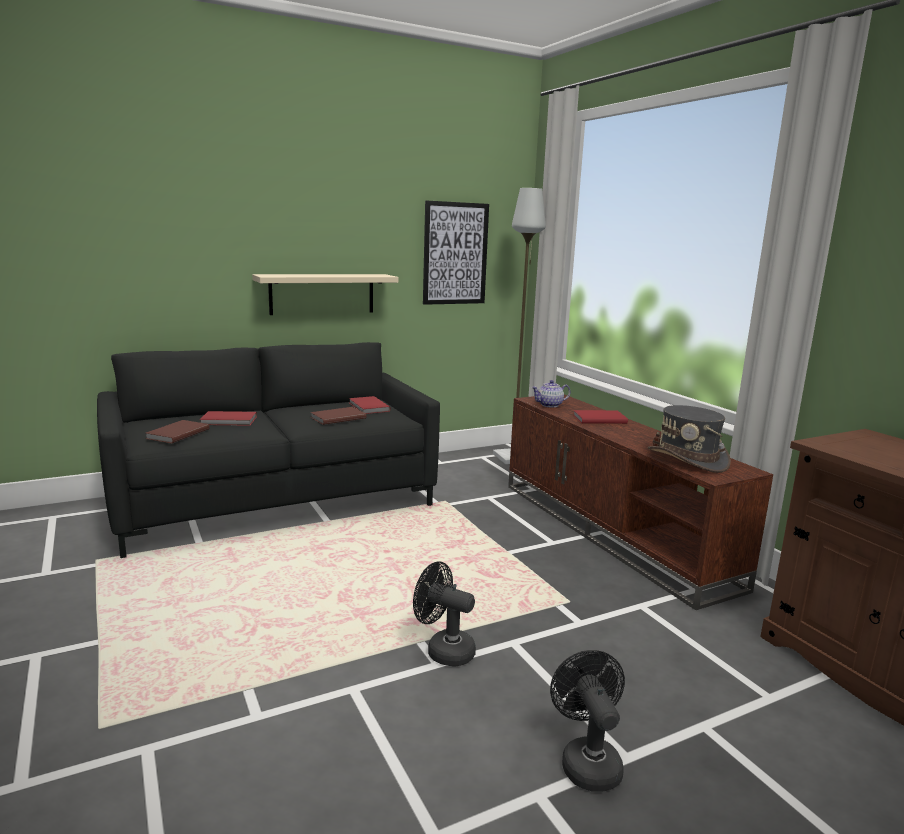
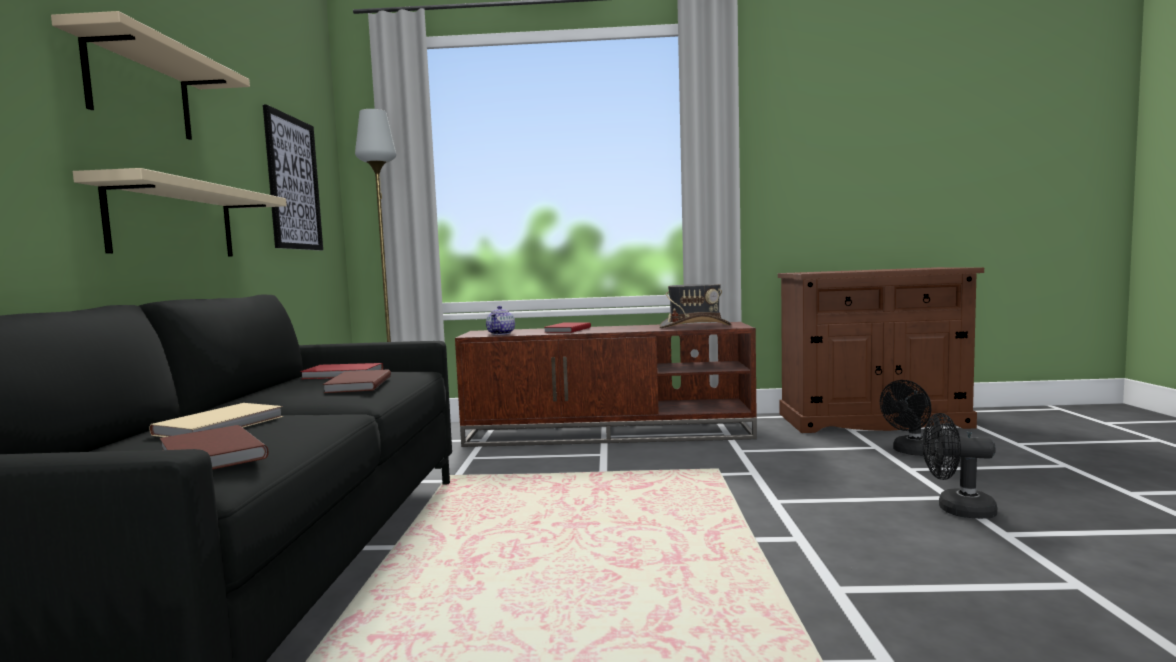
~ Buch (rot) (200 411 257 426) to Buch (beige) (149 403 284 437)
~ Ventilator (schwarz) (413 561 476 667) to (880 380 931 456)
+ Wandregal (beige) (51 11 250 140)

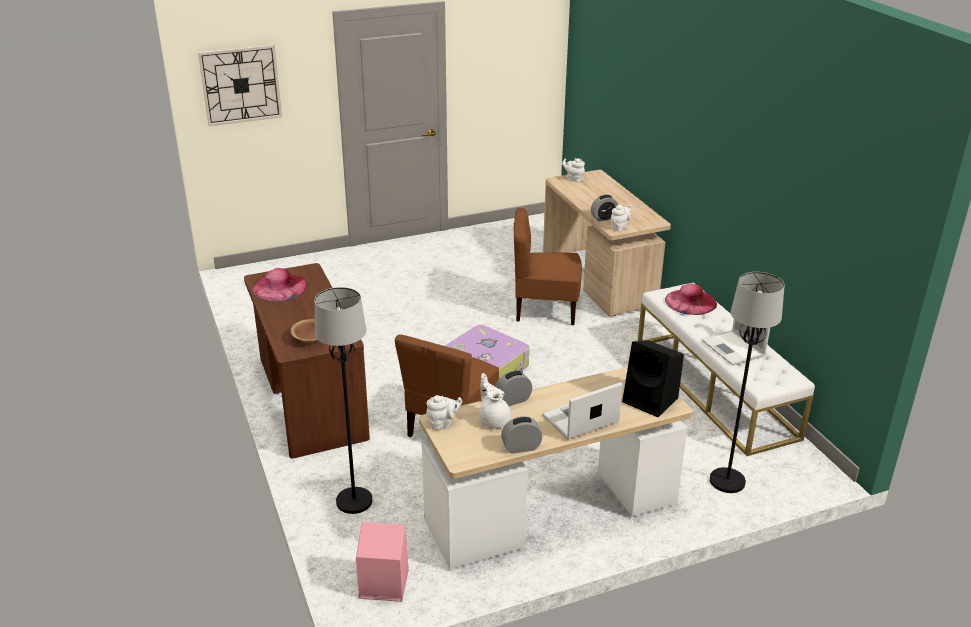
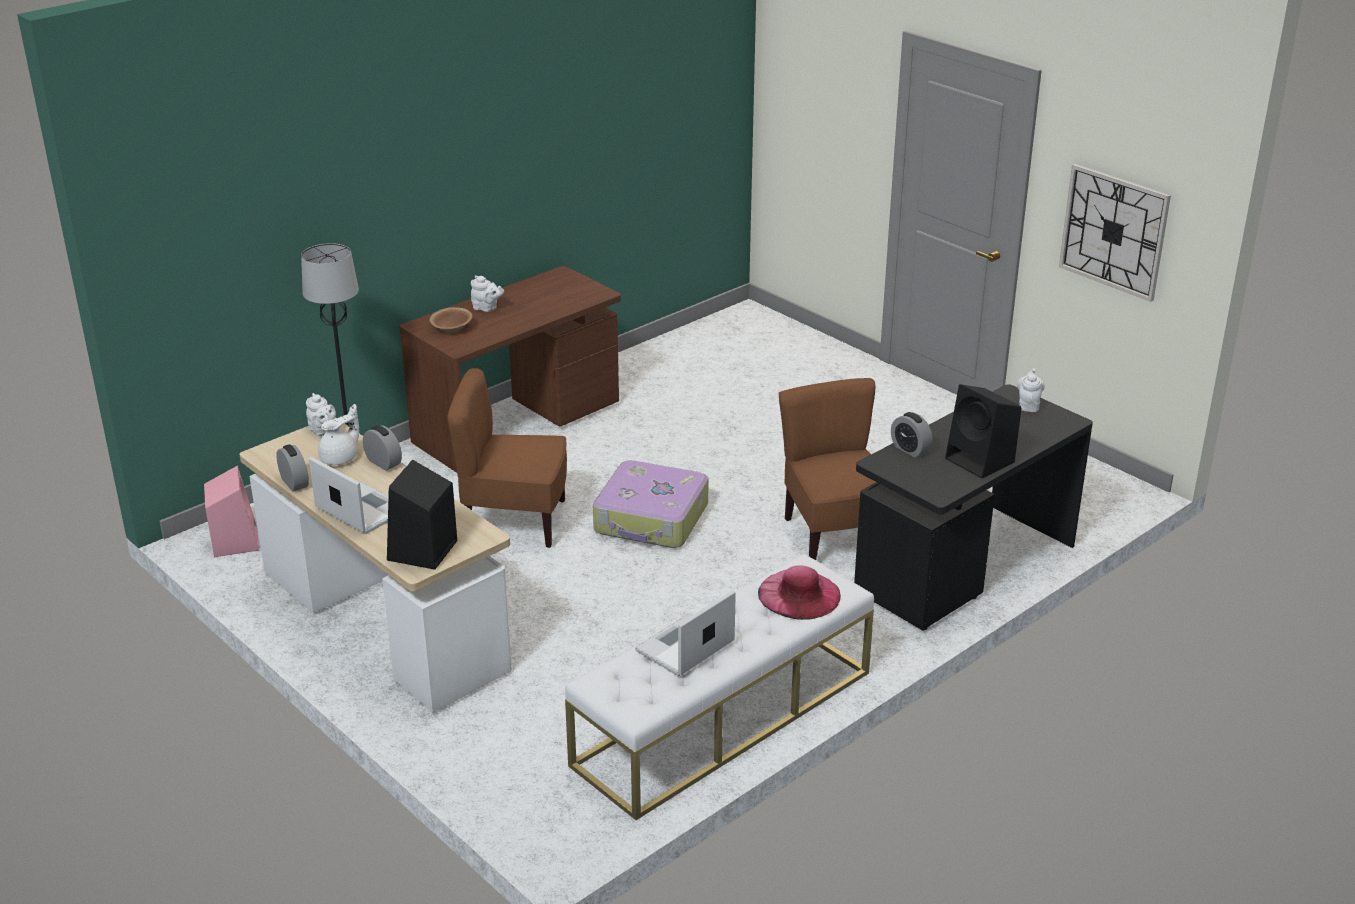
~ Wanduhr (198 45 282 126) to (1059 164 1171 302)
- Hut (rosa) (253 268 307 301)
~ Schreibtisch (beige) (543 170 671 316) to Schreibtisch (schwarz) (854 384 1093 630)
~ Teekanne (weiß) (611 204 631 231) to (471 275 504 312)
- Stehlampe (schwarz) (710 272 785 493)
+ Lautsprecher (schwarz) (945 384 1021 478)

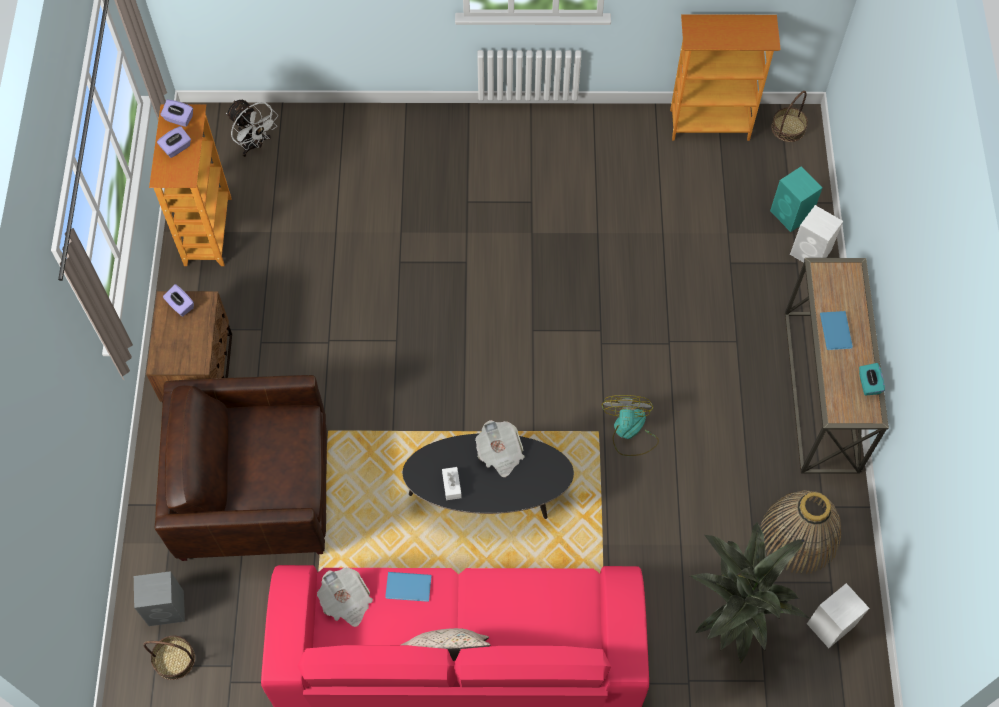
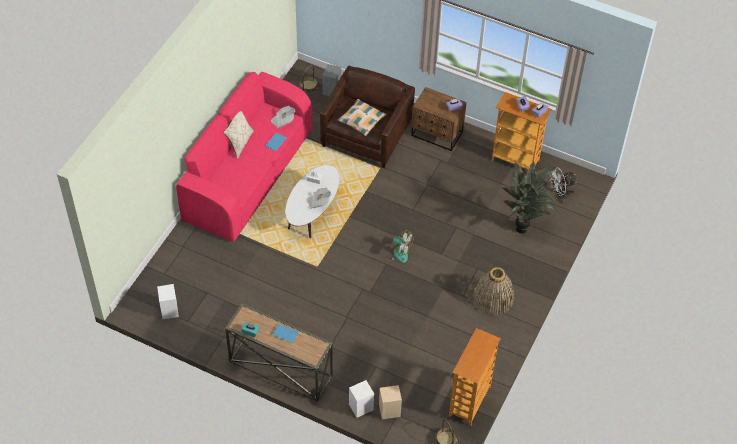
~ Couchtisch (schwarz) (403 433 574 519) to Couchtisch (weiß) (285 165 339 238)
~ Ventilator (602 395 659 456) to (383 230 413 263)
~ Topfpflanze (690 522 809 664) to (502 160 557 234)
~ Korb (760 490 841 574) to (473 267 514 315)
~ Lautsprecher (türkis) (770 166 822 232) to Lautsprecher (beige) (379 385 402 419)
+ Kissen (337 99 387 136)

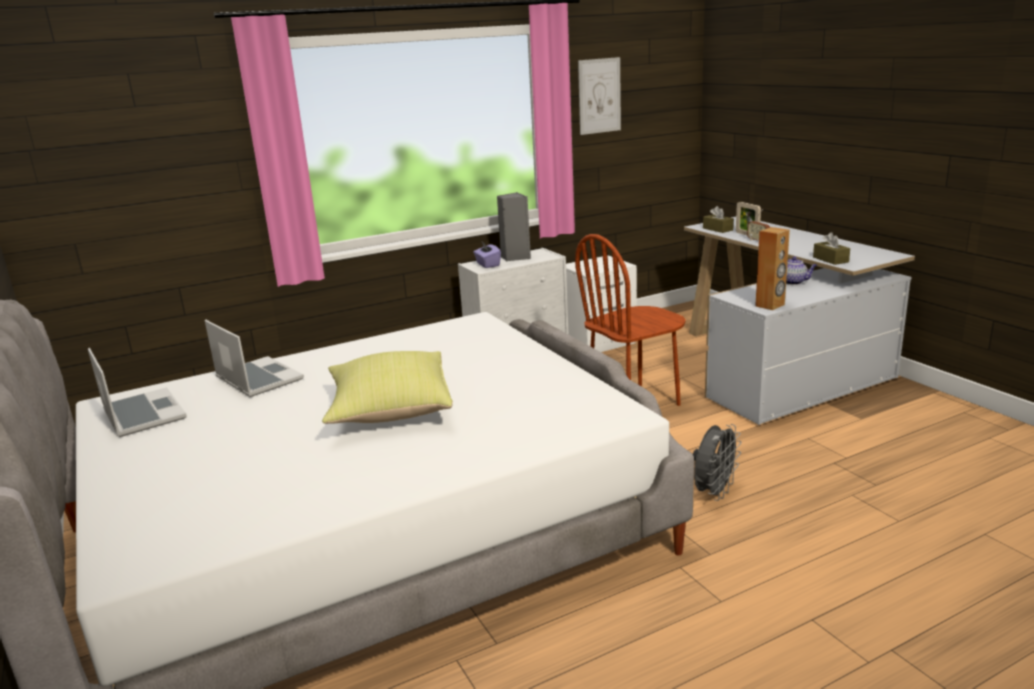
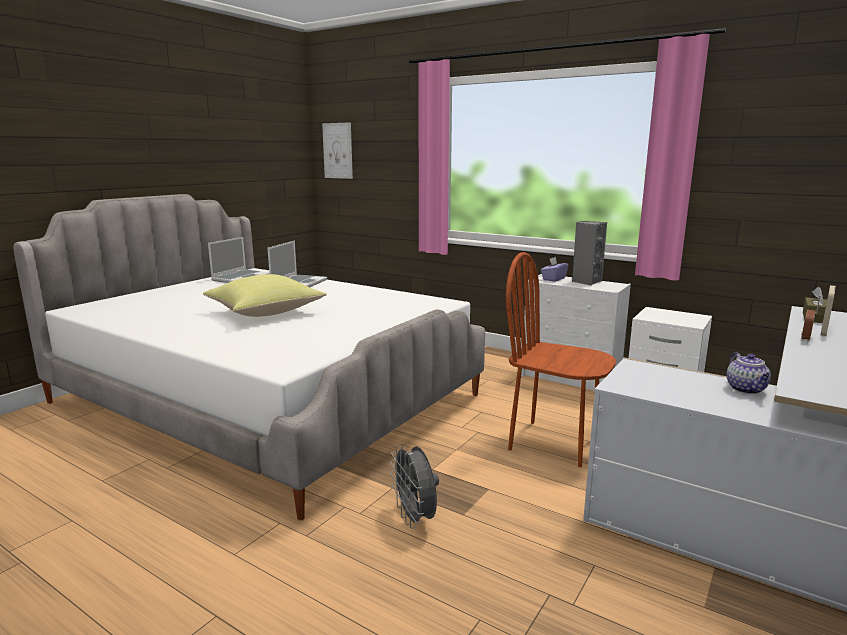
~ Bild (578 57 621 135) to (322 123 353 179)
~ Ventilator (grau) (693 424 742 501) = (390 444 439 529) 60 degrees clockwise
- Lautsprecher (braun) (755 227 790 310)
- Taschentuchbox (braun) (813 232 850 265)

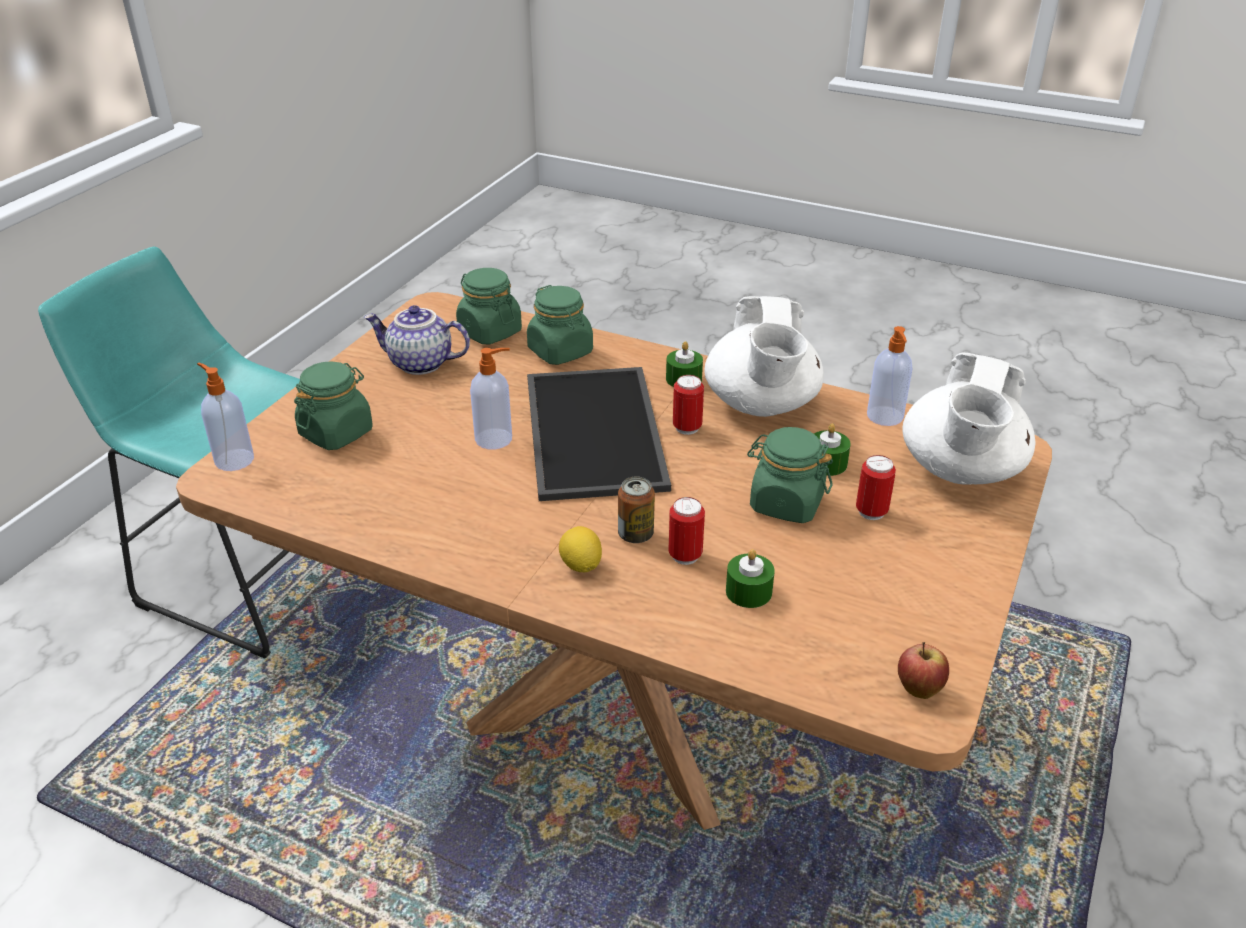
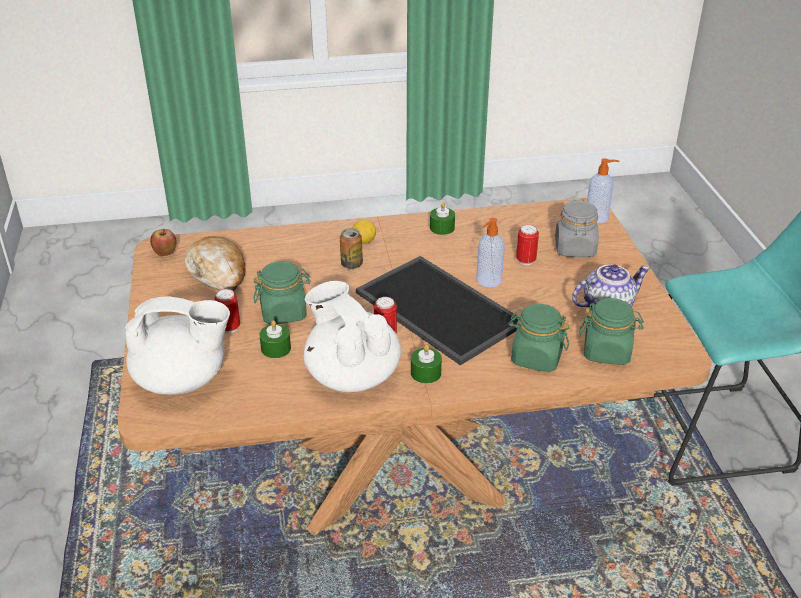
~ Vorratsglas (grün) (294 361 373 450) to Vorratsglas (grau) (555 199 599 257)
~ Dose (669 497 705 565) to (516 225 539 265)
~ Kerze (grün) (726 549 775 608) to (430 202 455 235)
- Seifenspender (867 326 912 426)
~ Teekanne (weiß) (902 353 1035 485) = (125 296 230 395) 105 degrees clockwise
+ Brot (185 236 246 291)

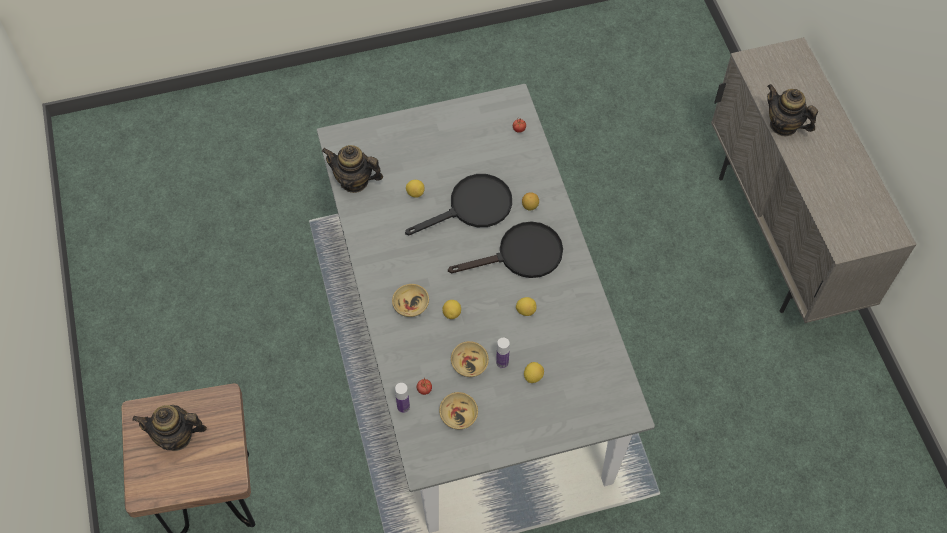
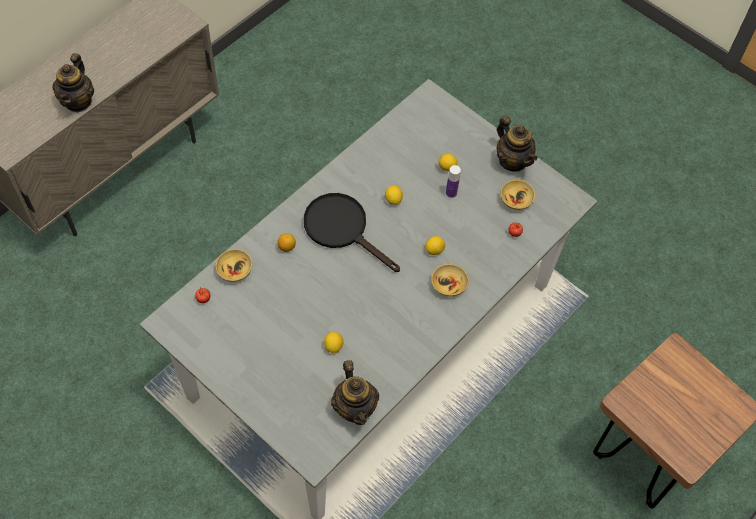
~ Teekanne (132 405 207 451) to (496 116 538 172)
- Flasche (395 383 410 413)
- Pfanne (schwarz) (405 174 512 235)
~ Schüssel (beige) (451 341 489 377) to (215 249 253 282)

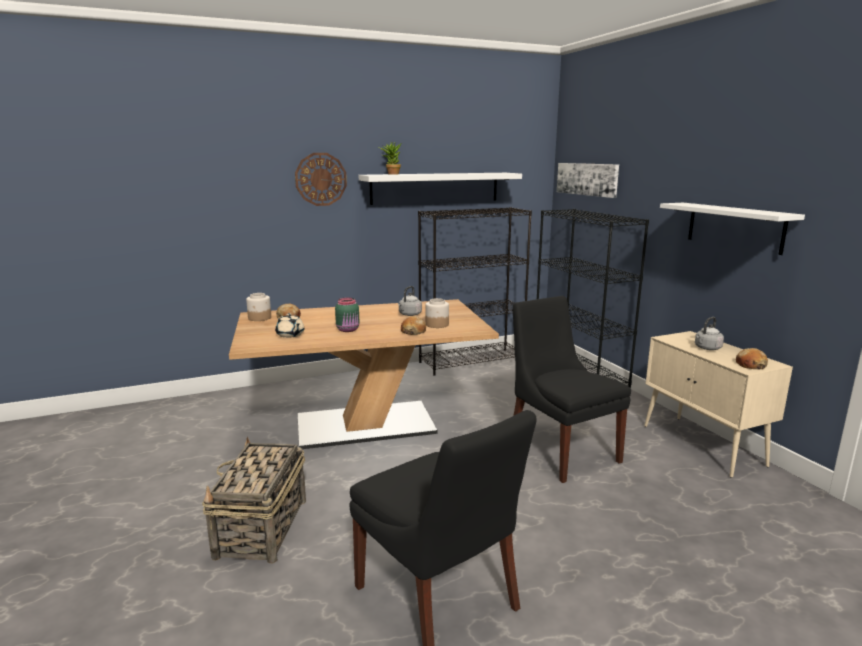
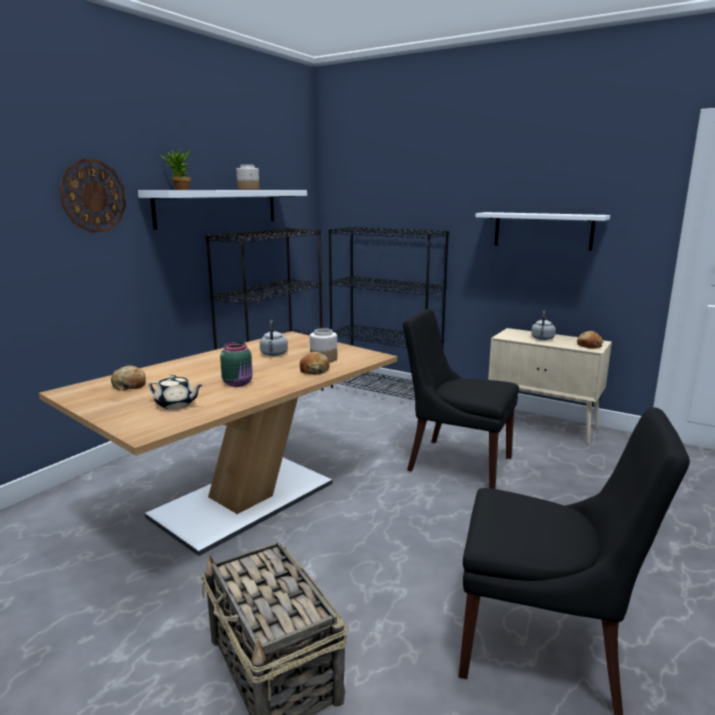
~ Vorratsglas (246 293 271 321) to (237 165 259 190)
- Bild (557 163 619 198)

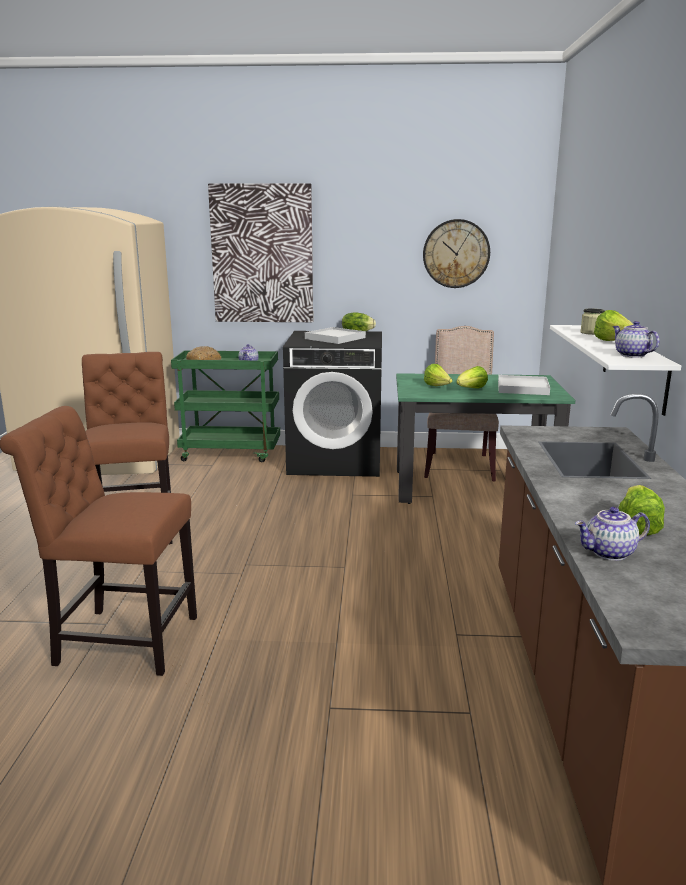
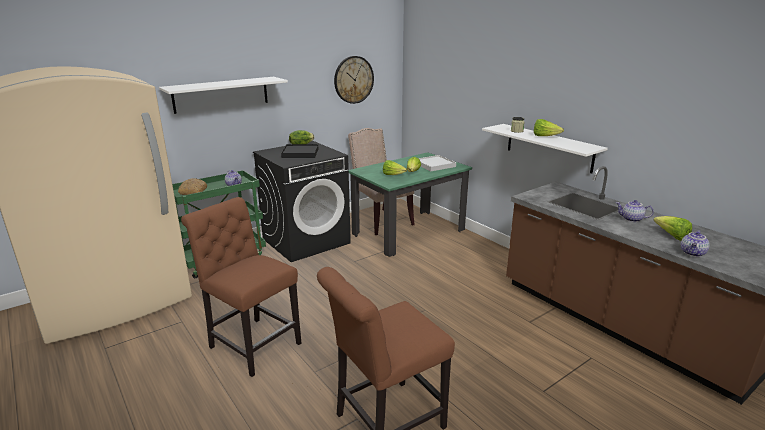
~ Bild (208 183 313 322) to Wandregal (weiß) (159 77 288 114)
~ Tablett (weiß) (305 327 366 344) to Tablett (schwarz) (281 144 318 158)
~ Teekanne (613 321 660 358) to (616 200 654 222)

